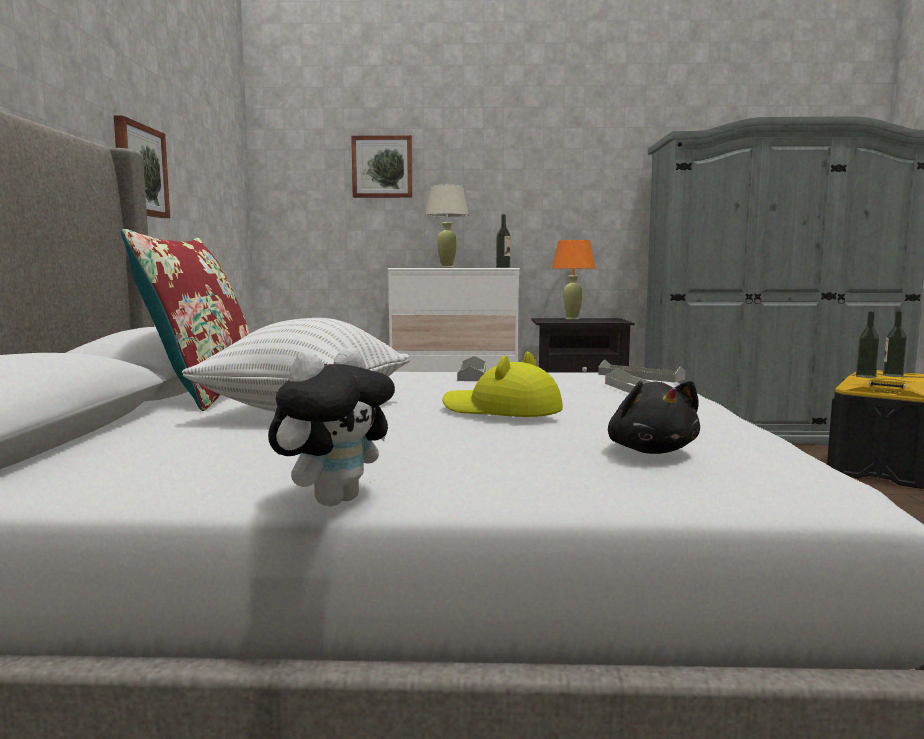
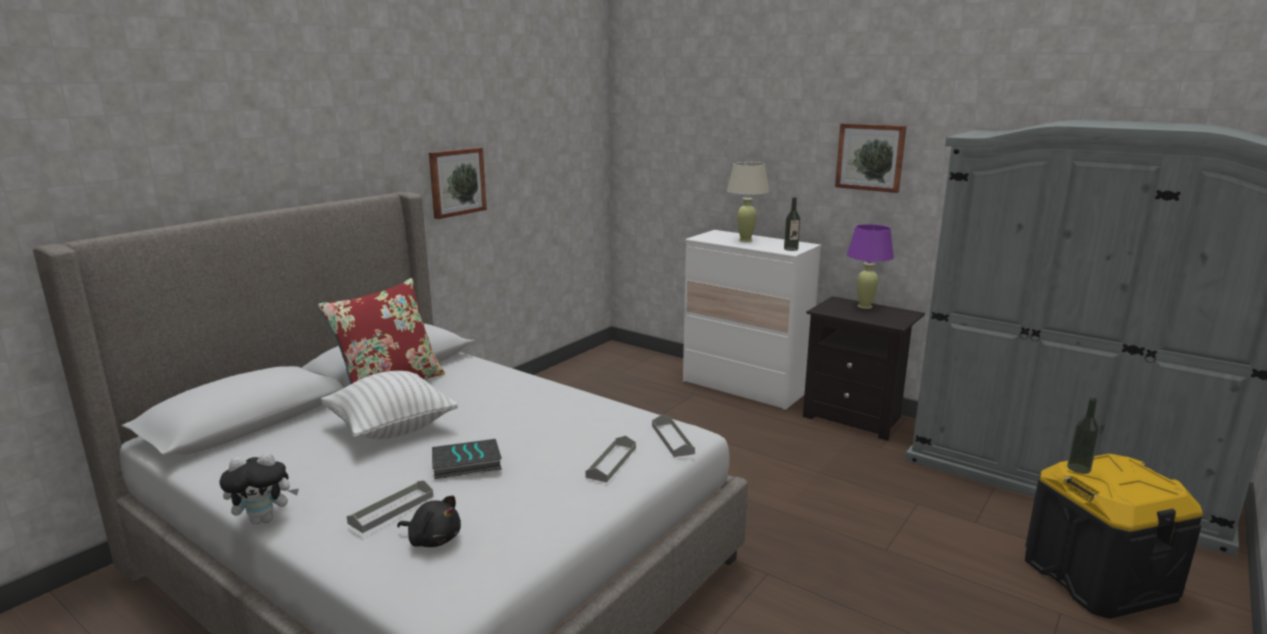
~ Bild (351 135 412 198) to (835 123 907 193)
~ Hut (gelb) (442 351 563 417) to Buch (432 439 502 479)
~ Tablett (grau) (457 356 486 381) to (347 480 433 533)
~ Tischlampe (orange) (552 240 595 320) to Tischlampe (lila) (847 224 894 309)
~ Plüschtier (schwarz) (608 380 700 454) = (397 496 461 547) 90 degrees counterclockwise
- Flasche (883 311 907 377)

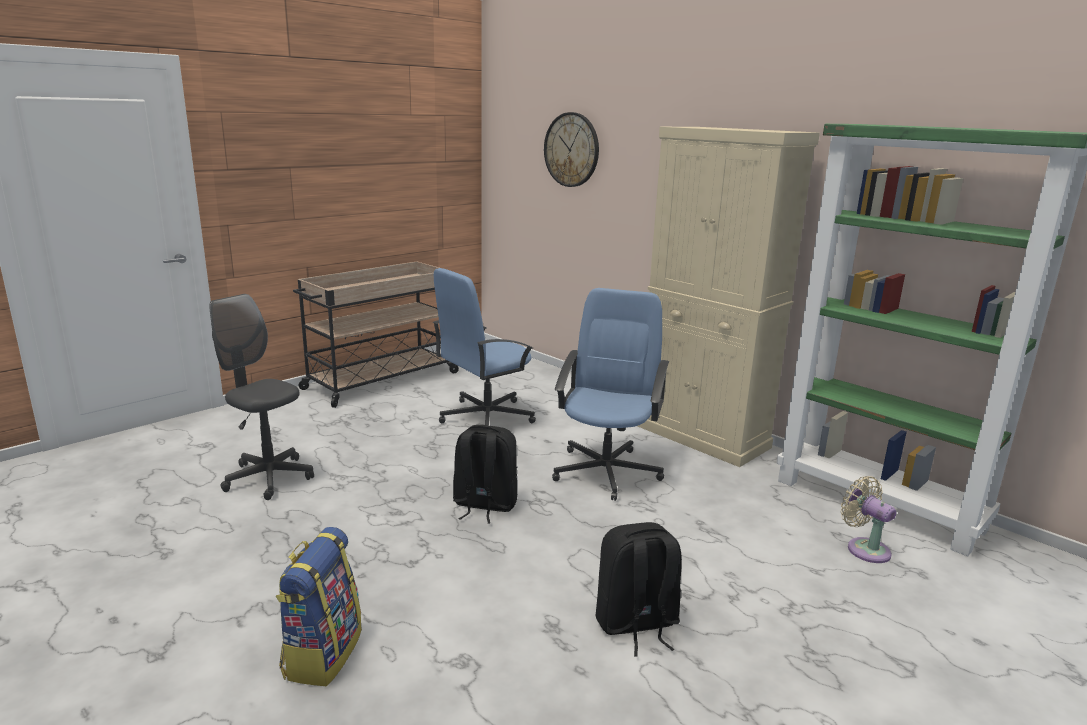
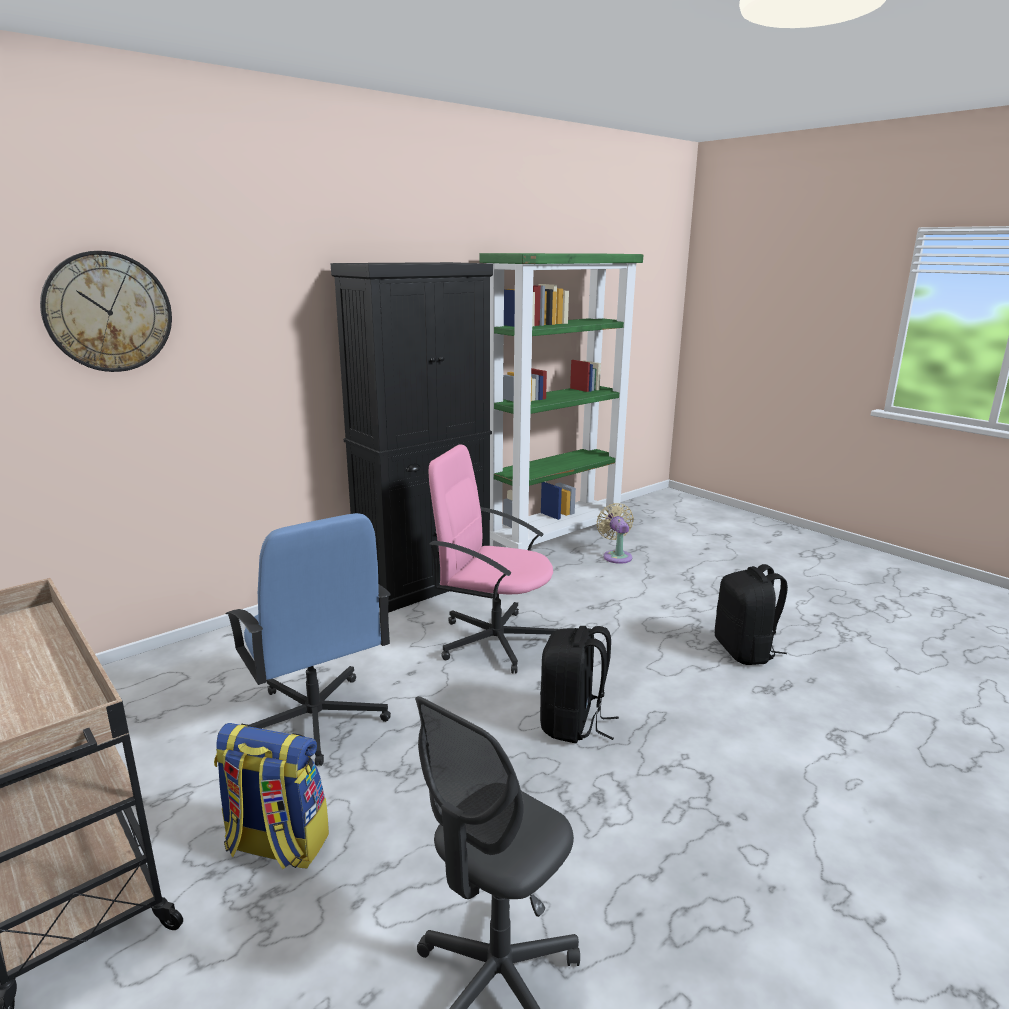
~ Rucksack (276 527 362 686) to (214 723 329 869)
~ Bürostuhl (blau) (552 288 669 501) to Bürostuhl (rosa) (429 444 558 674)
~ Schrank (beige) (637 127 820 467) to Schrank (schwarz) (331 262 493 613)
~ Ventilator (beige) (841 476 896 563) = (597 503 634 564) 105 degrees clockwise

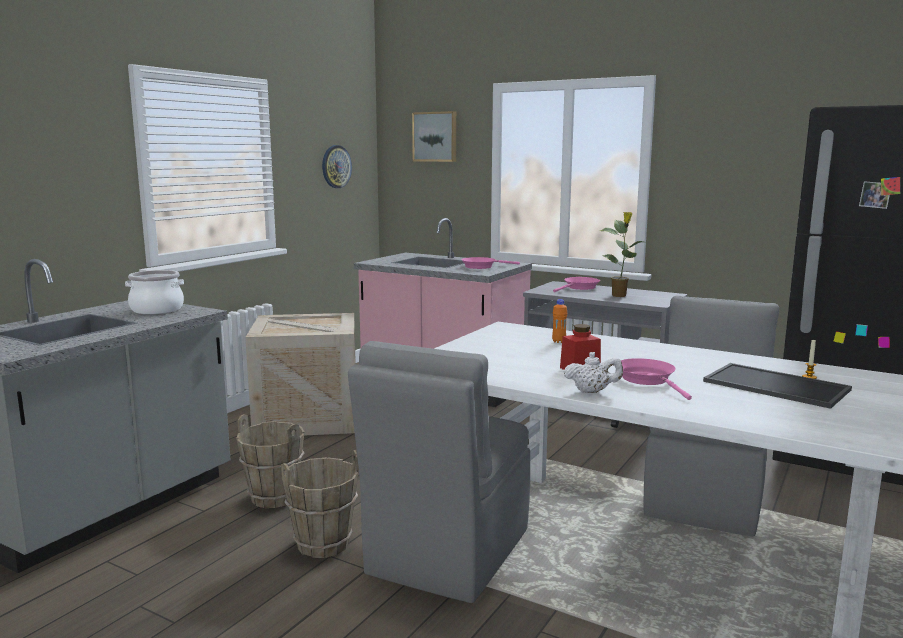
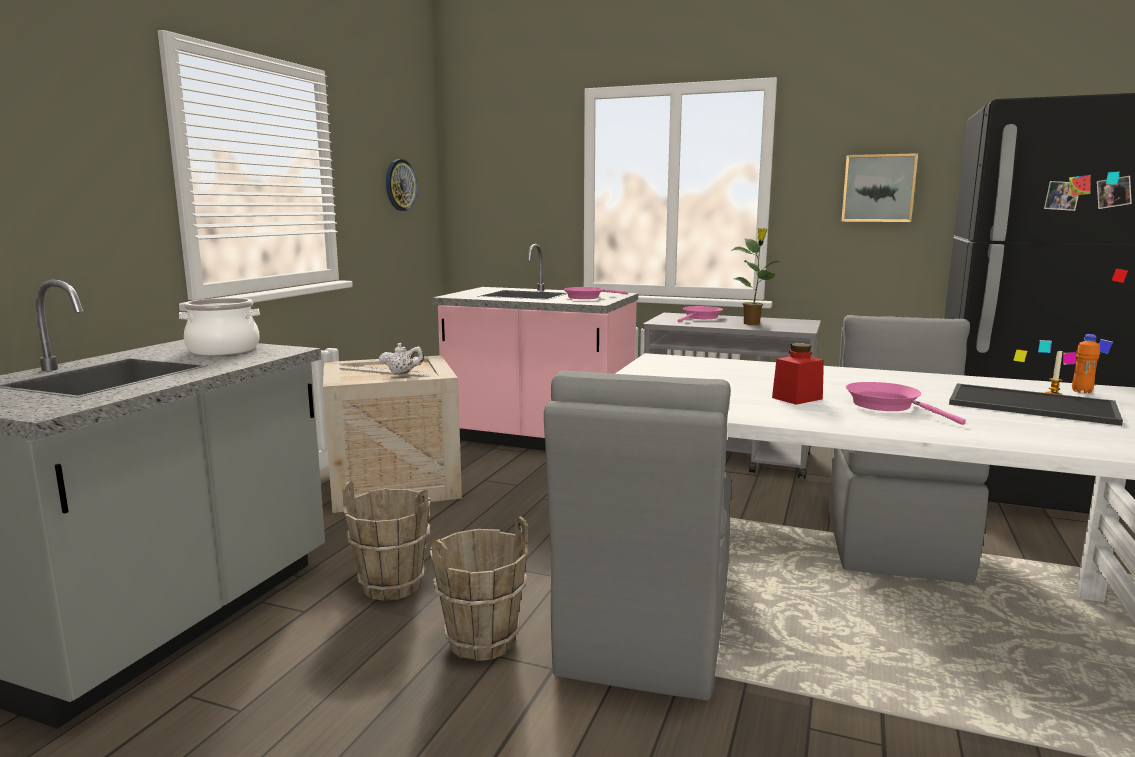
~ Bild (412 111 456 162) to (841 153 918 222)
~ Flasche (orange) (552 299 567 343) to (1072 334 1100 393)
~ Teekanne (weiß) (563 352 623 393) to (379 343 424 374)

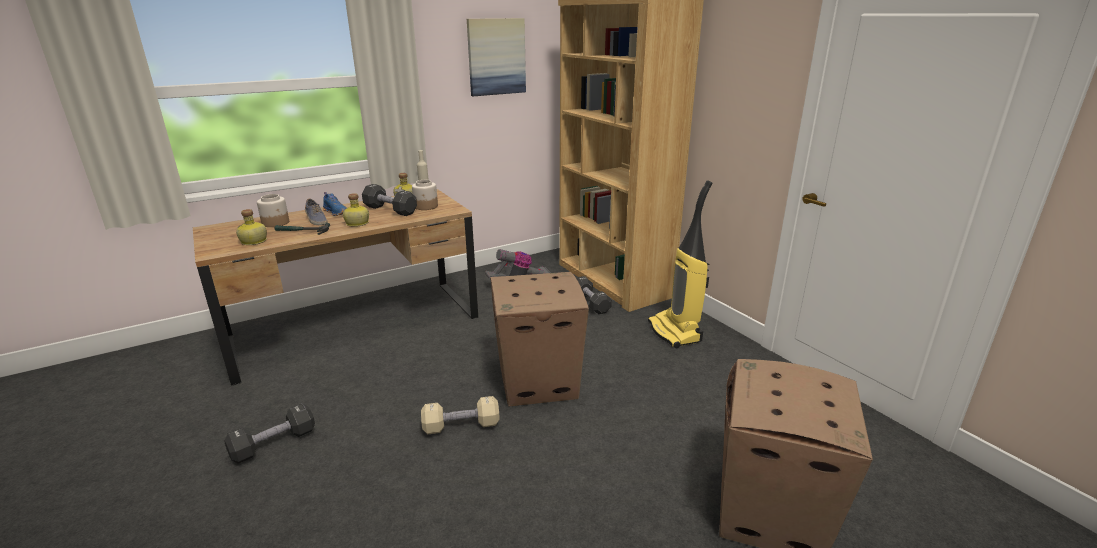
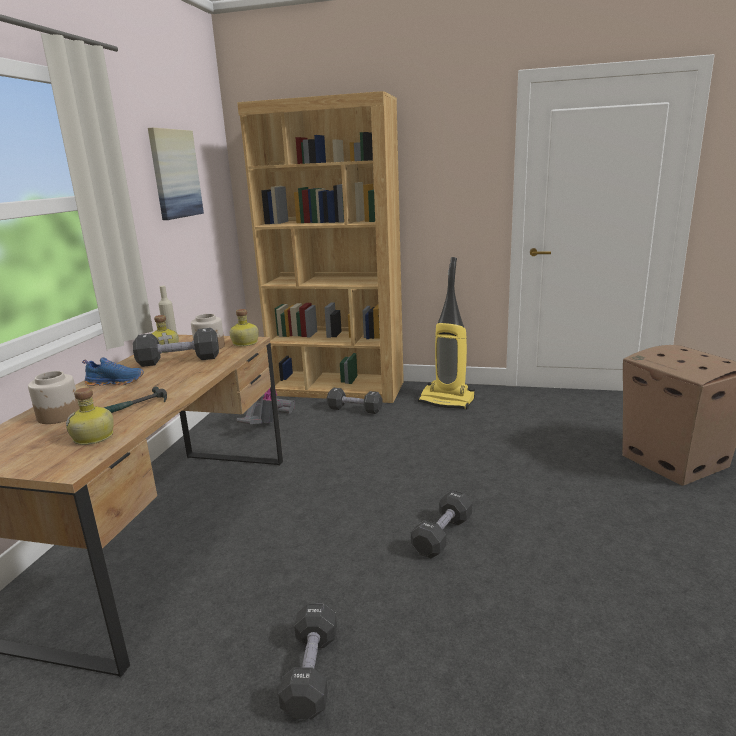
- Schuh (305 198 328 225)
~ Flasche (343 193 369 227) to (230 309 259 346)
~ Hantel (beige) (421 396 500 434) to Hantel (schwarz) (411 490 472 558)
- Karton (490 272 589 406)

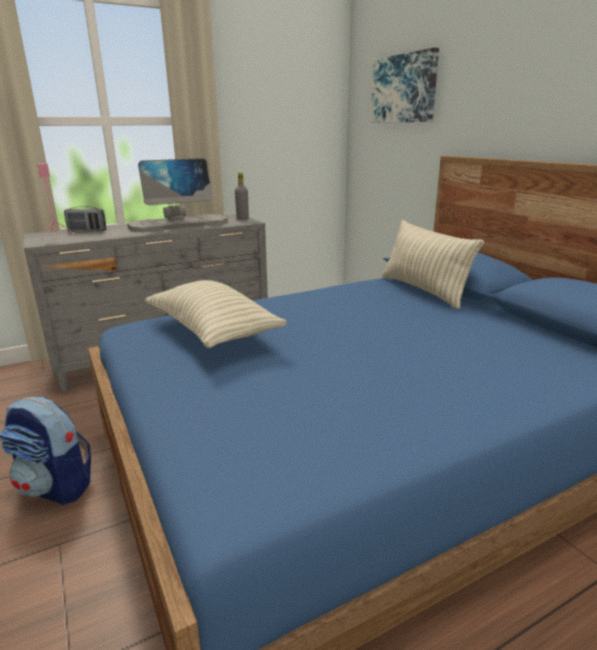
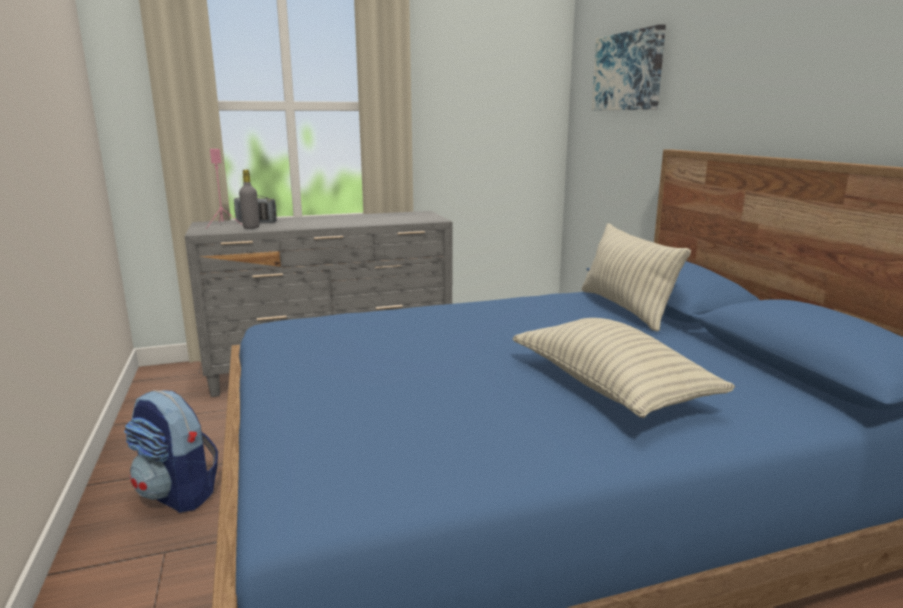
- Monitor (127 158 228 232)
~ Kissen (145 280 287 348) to (513 318 735 418)
~ Flasche (grau) (235 173 249 220) to (239 170 259 229)

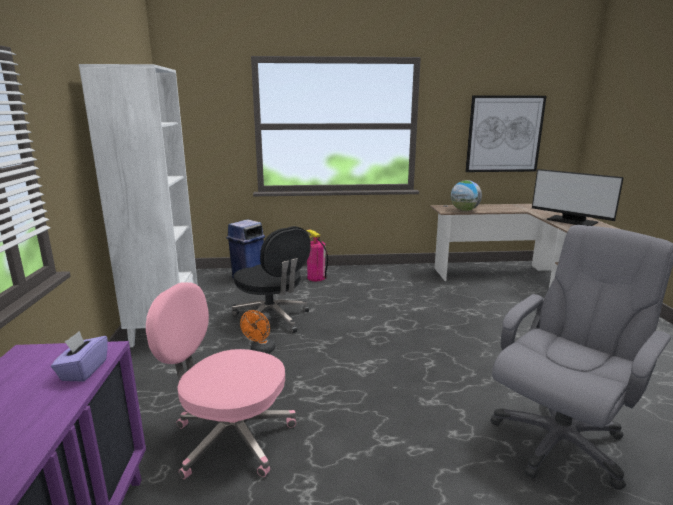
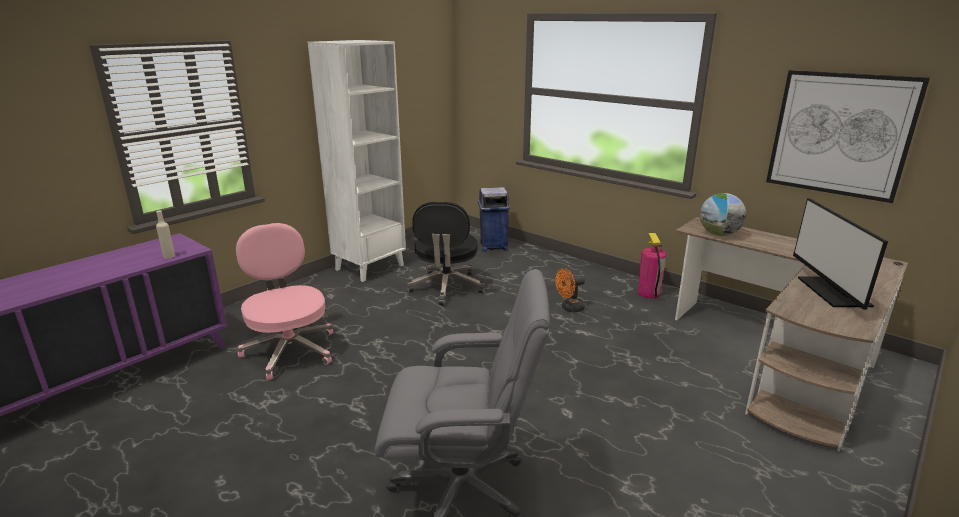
~ Taschentuchbox (lila) (51 331 108 382) to Flasche (beige) (156 210 175 258)
~ Ventilator (orange) (240 310 275 354) to (555 268 585 312)
~ Feuerlöscher (306 229 328 281) to (637 233 667 299)

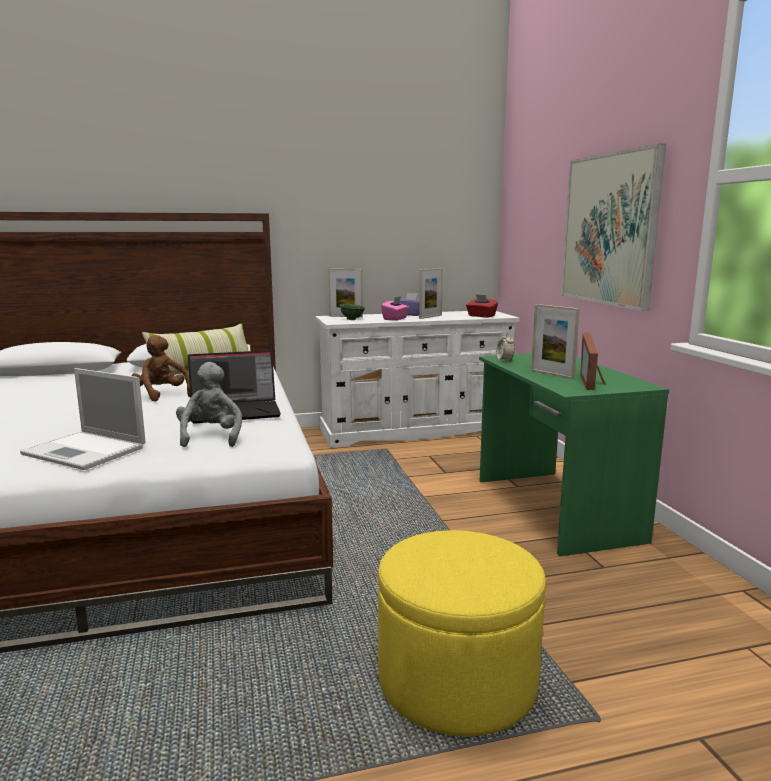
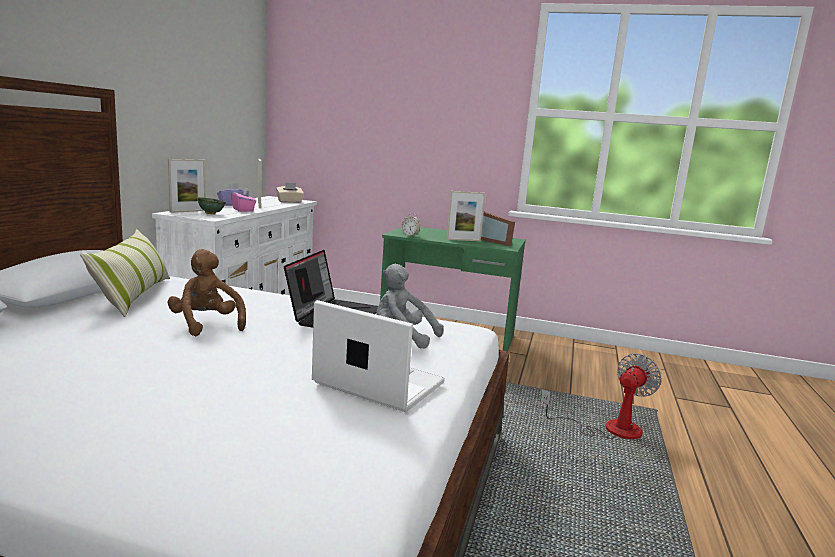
~ Laptop (20 368 146 470) = (312 300 445 412) 120 degrees counterclockwise
~ Plüschtier (braun) (131 335 190 402) = (168 249 246 336) 60 degrees clockwise
~ Polsterhocker (gelb) (378 530 546 737) to Ventilator (540 354 661 439)
~ Taschentuchbox (rot) (466 294 498 317) to Taschentuchbox (beige) (276 182 304 203)
- Bild (561 144 666 311)

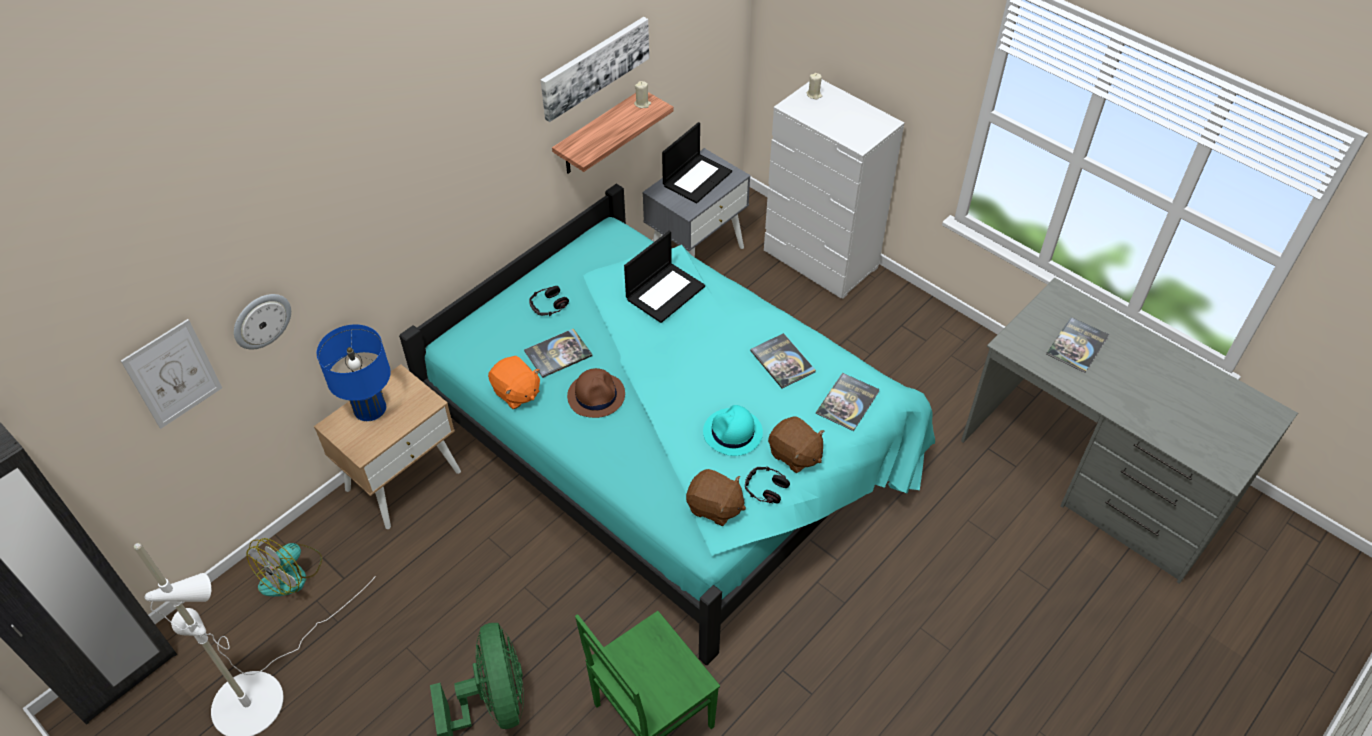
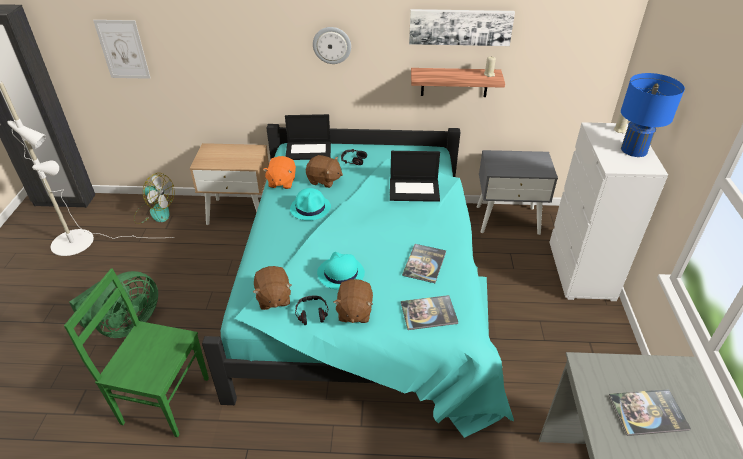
~ Wanduhr (234 294 291 350) to (313 27 351 64)
~ Ventilator (246 538 322 596) = (134 173 174 224) 150 degrees counterclockwise
~ Tischlampe (blau) (317 324 391 421) to (621 73 685 157)
~ Buch (524 328 592 378) to Plüschtier (braun) (306 155 343 188)
~ Hut (braun) (567 368 625 418) to Hut (türkis) (290 188 331 220)
~ Laptop (662 122 732 204) to (285 114 331 160)

